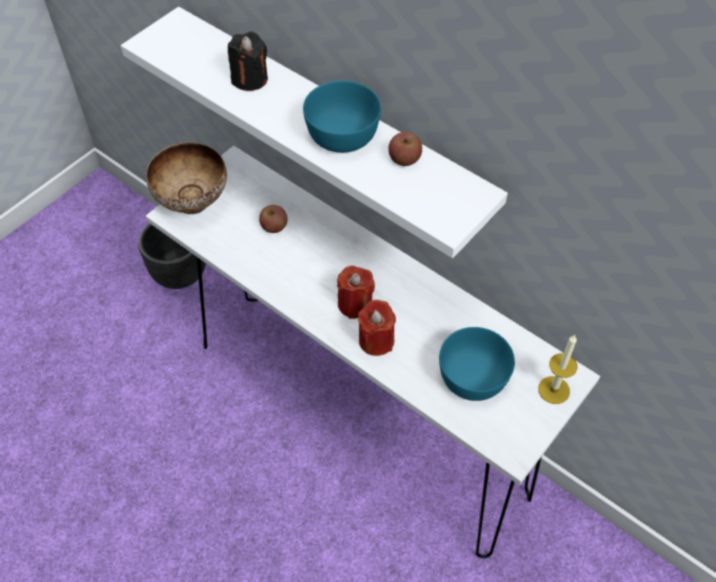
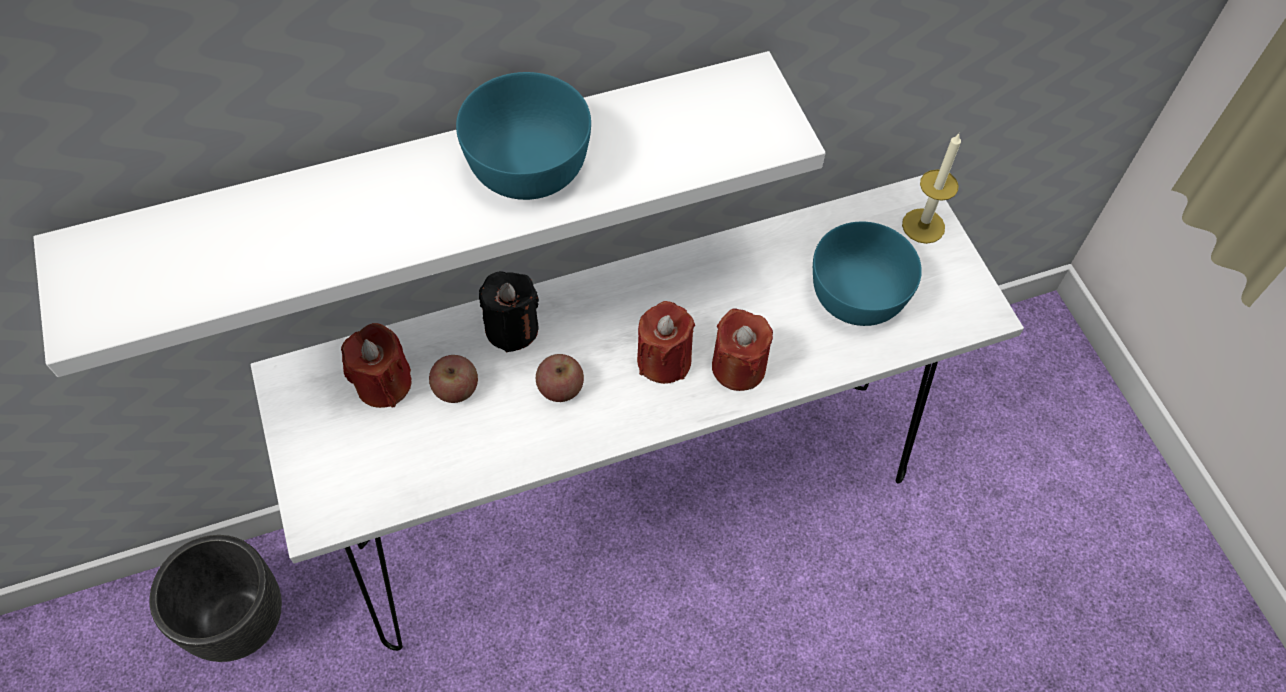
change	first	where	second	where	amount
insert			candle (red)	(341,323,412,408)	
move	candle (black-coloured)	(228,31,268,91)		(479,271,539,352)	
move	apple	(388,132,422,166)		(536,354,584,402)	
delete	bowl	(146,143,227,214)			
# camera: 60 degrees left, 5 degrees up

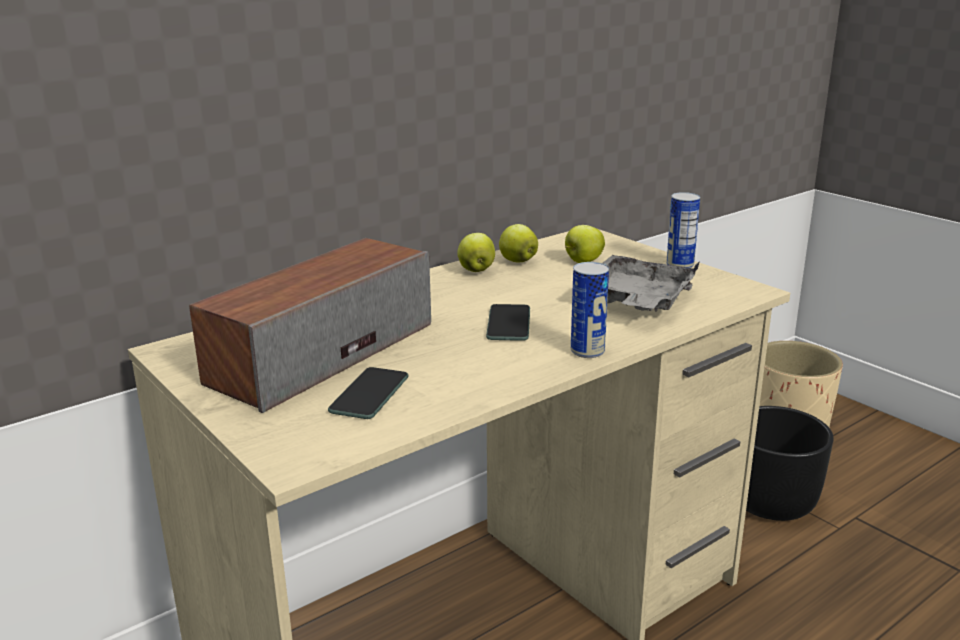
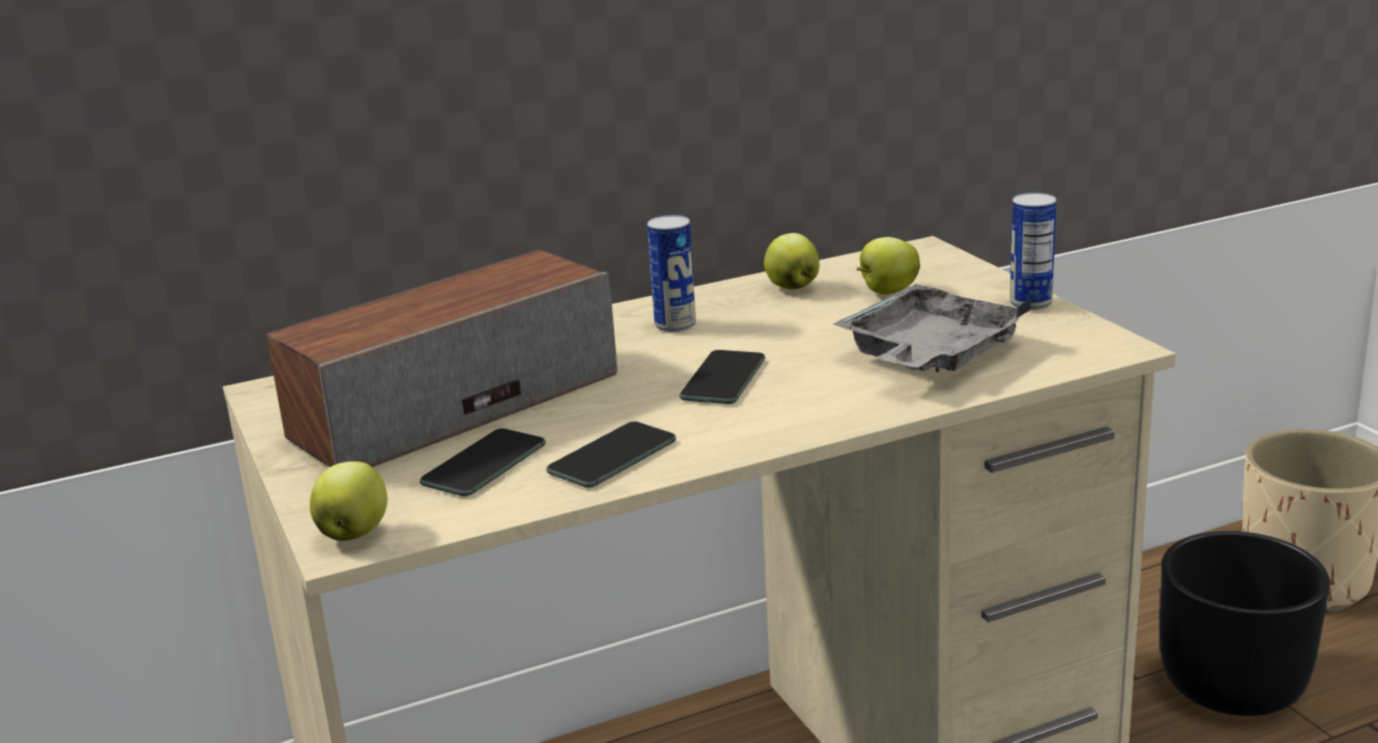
change	first	where	second	where	amount
move	apple	(457,233,495,272)		(310,461,388,541)	
insert			handset	(546,421,676,488)	
move	can	(571,262,609,358)		(647,215,696,332)	
# camera: 15 degrees right, 0 degrees up

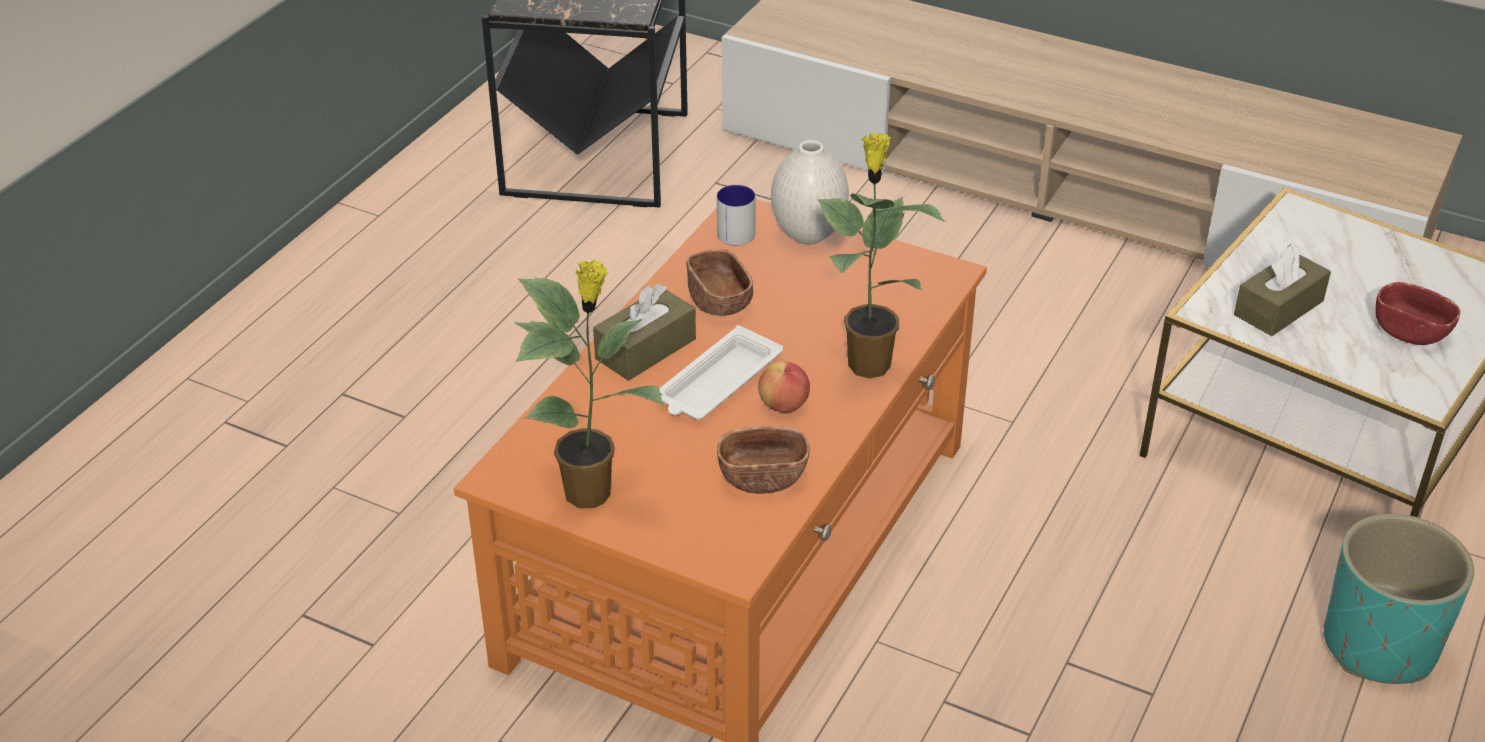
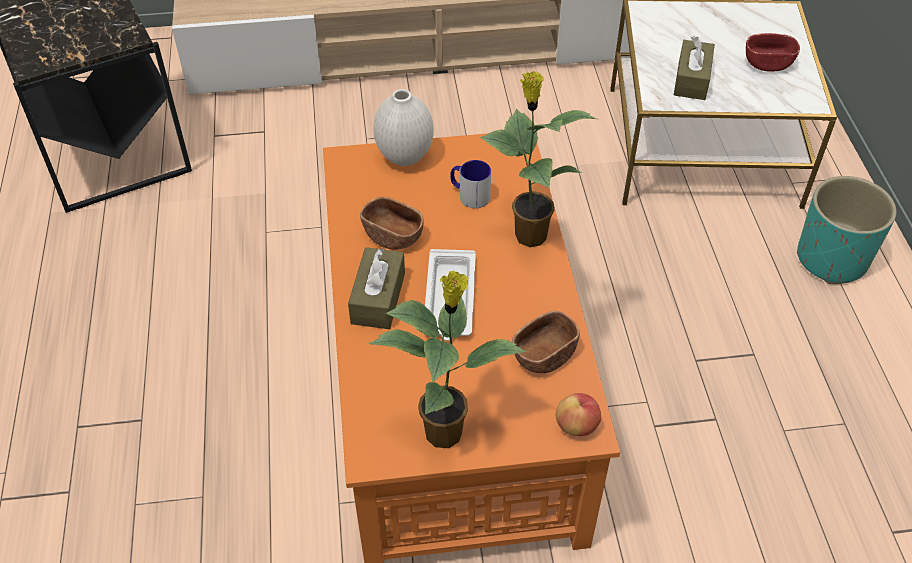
change	first	where	second	where	amount
move	mug	(717,185,756,246)		(450,160,491,208)	
move	apple	(758,362,810,413)		(556,393,601,436)	
# camera: 35 degrees left, 10 degrees up

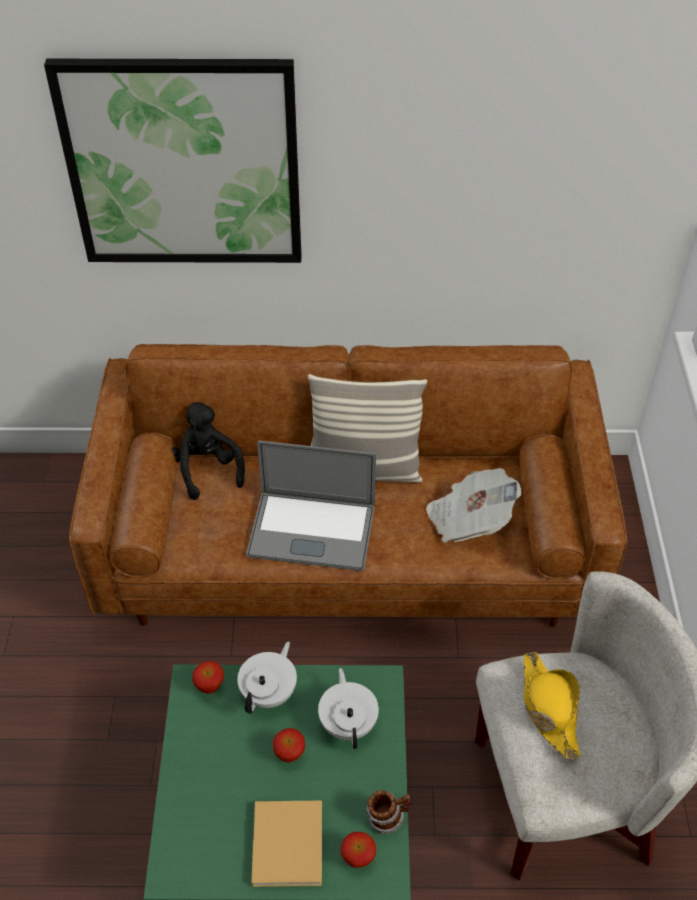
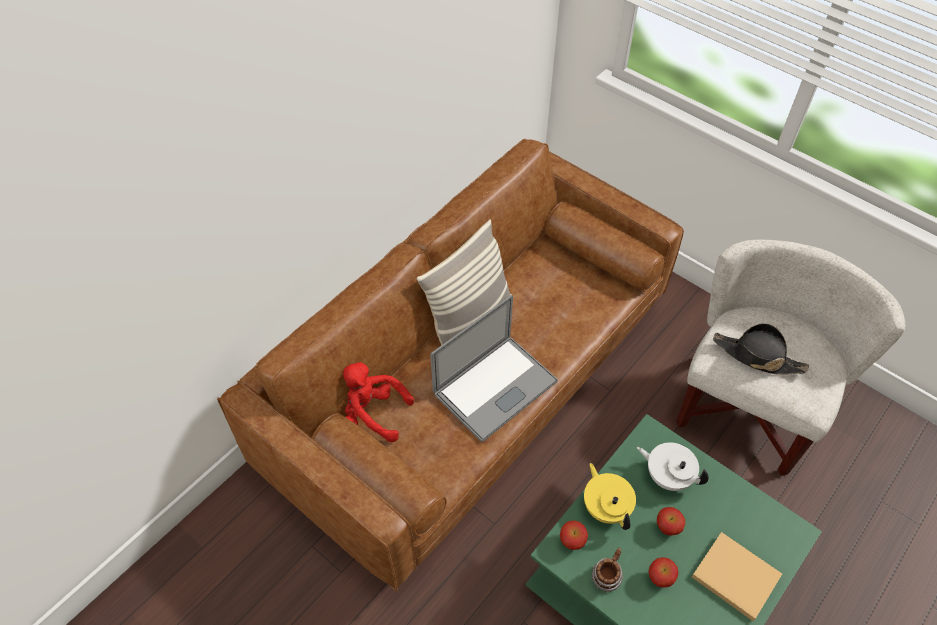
change	first	where	second	where	amount
recolor	soft toy (black-coloured)	(172,402,245,500)	soft toy (red)	(343,362,414,442)	
recolor	teapot (white-coloured)	(237,641,297,714)	teapot (yellow)	(584,463,636,530)	
move	mug	(366,790,412,834)		(592,547,623,592)	
move	apple	(341,832,376,868)		(648,557,679,588)	
recolor	wearable hat (yellow)	(524,652,581,759)	wearable hat (black-coloured)	(713,323,809,375)	
delete	picture	(44,59,302,263)			
delete	daily paper	(426,468,522,543)			
# camera: 50 degrees left, 5 degrees up

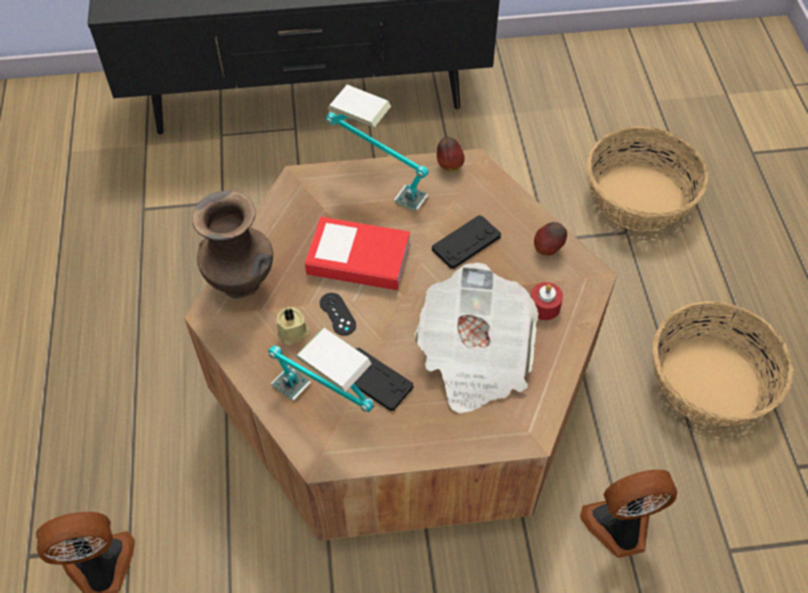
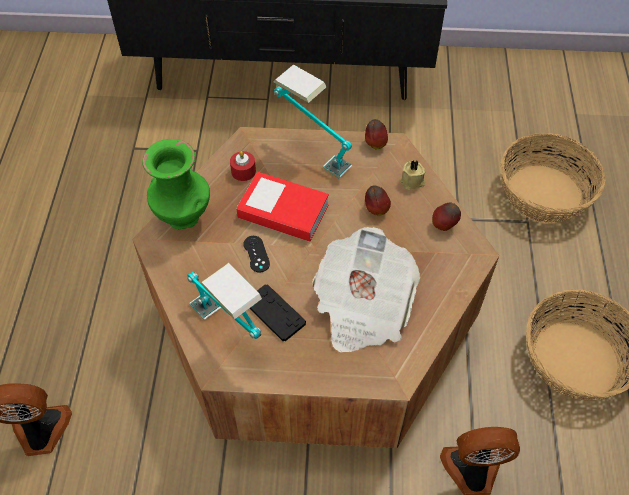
change	first	where	second	where	amount
recolor	vase (brownish)	(192,191,273,299)	vase (green)	(142,139,210,229)	
move	candle (red)	(530,282,563,320)		(230,151,256,181)	
replace	gamepad (black-coloured)	(432,215,501,269)	apple	(365,186,391,216)	
move	candle (beige-coloured)	(276,307,310,345)		(400,160,425,190)	
# camera: 10 degrees right, 0 degrees up

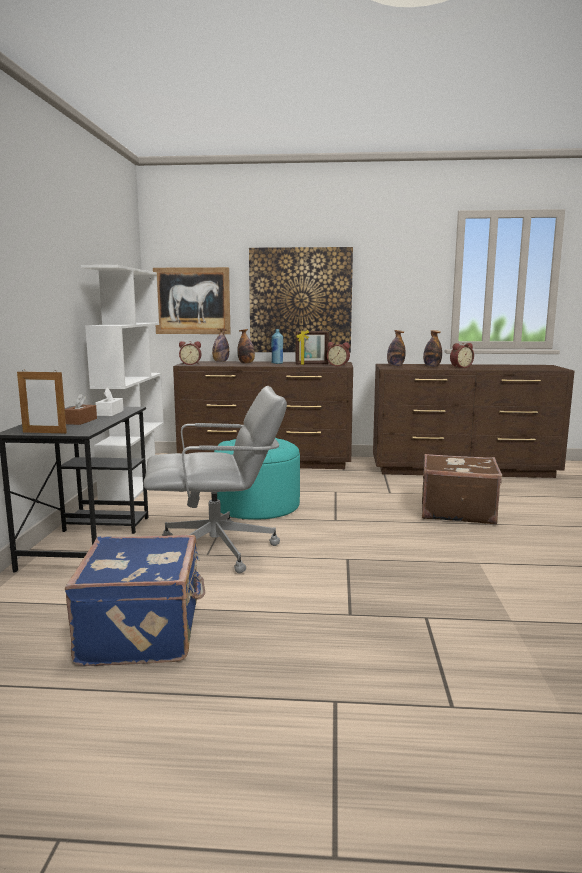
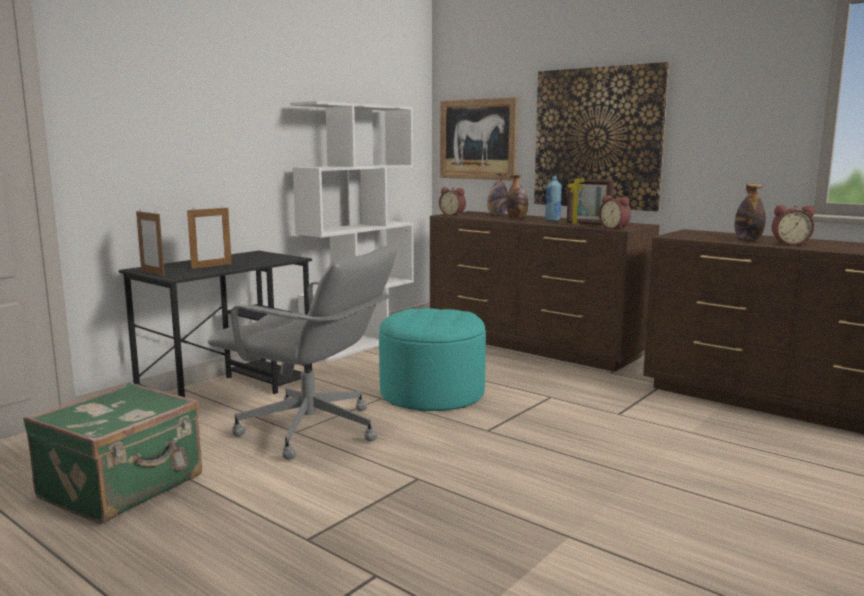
change	first	where	second	where	amount
recolor	travel case (bluish)	(65,535,205,666)	travel case (green)	(23,382,202,524)	
replace	box of tissues (brownish)	(65,394,97,425)	photo frame	(187,208,232,269)	
delete	box of tissues (white-coloured)	(95,387,124,416)			
delete	drink bottle	(387,330,405,366)			
delete	travel case (brownish)	(422,454,502,524)			
# camera: 35 degrees right, 0 degrees up

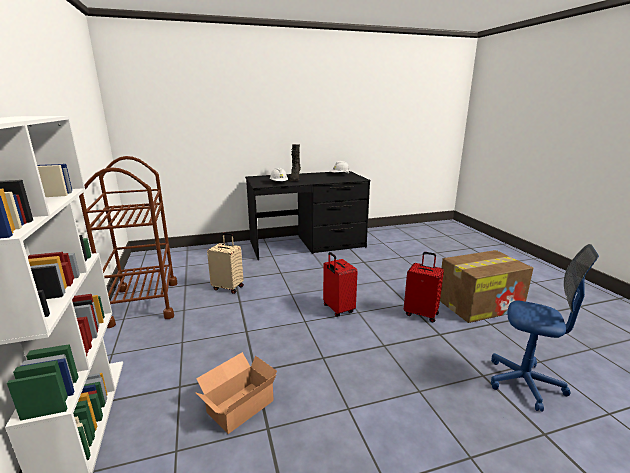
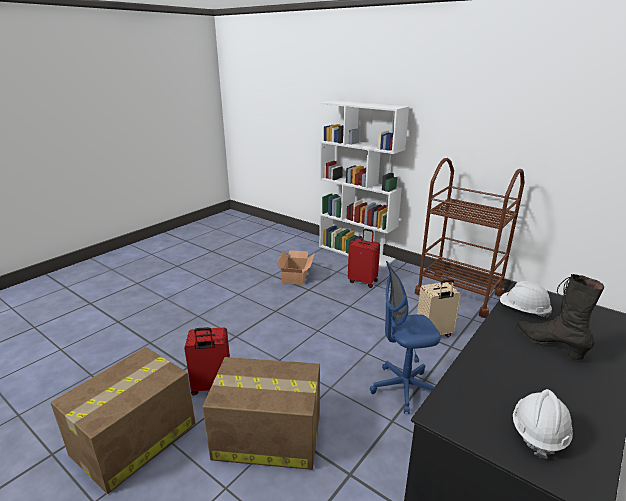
change	first	where	second	where	amount
insert			carton	(203,357,320,470)	
move	travel case (red)	(323,252,358,317)		(348,229,380,288)	
move	desk chair (bluish)	(491,244,599,412)		(370,261,441,414)	
# camera: 145 degrees right, 5 degrees up

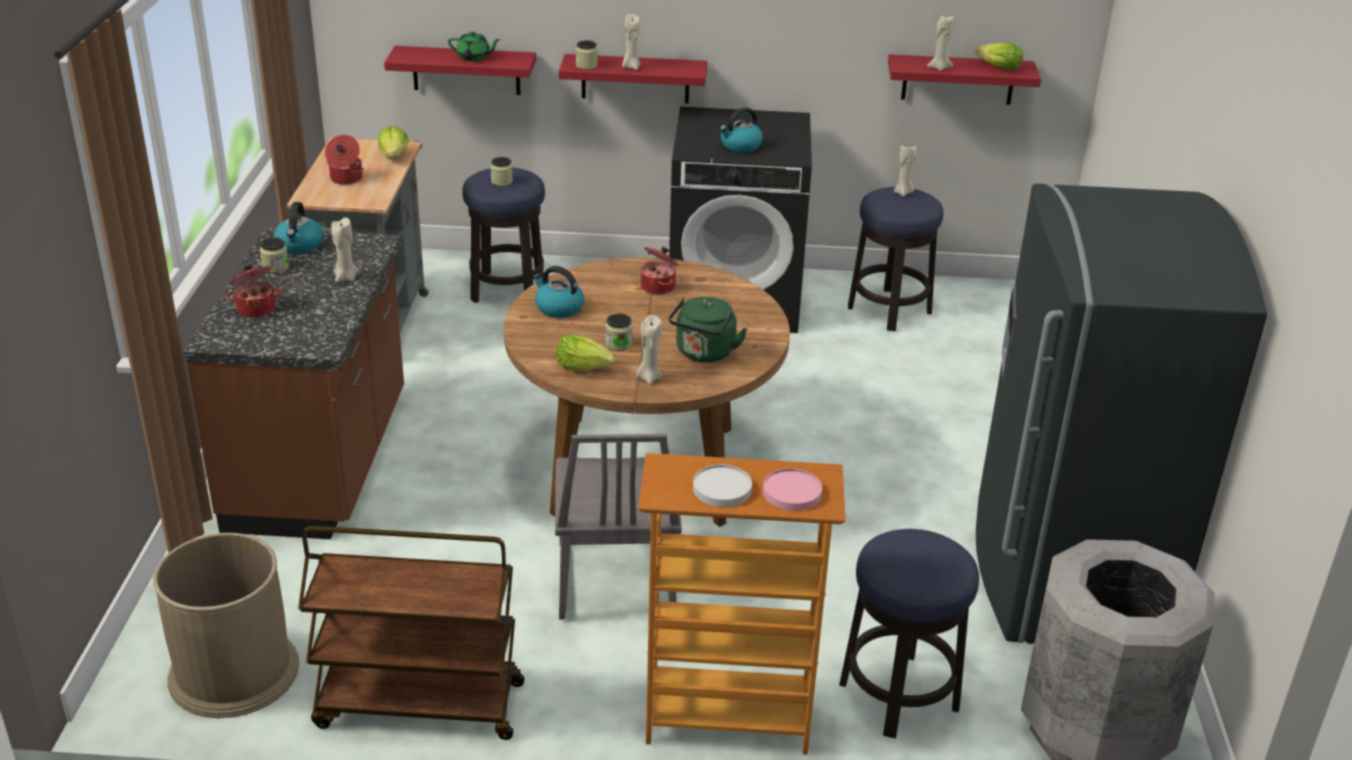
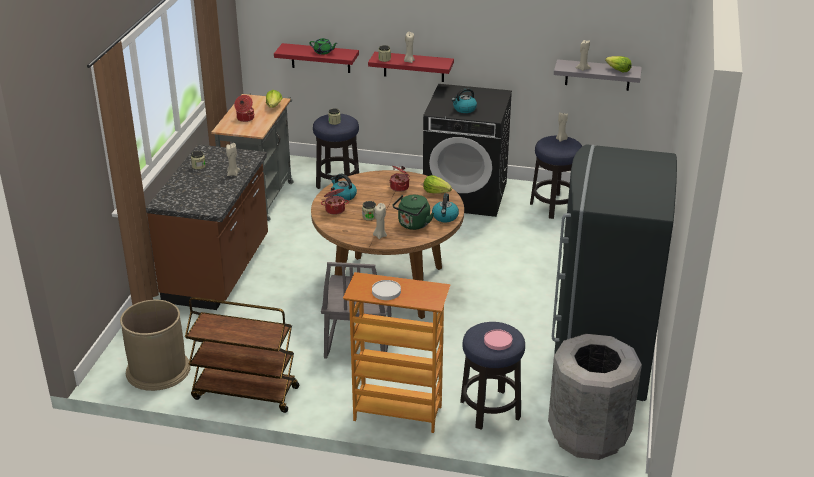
change	first	where	second	where	amount
move	saucepot	(226,265,282,317)		(321,187,349,215)	
move	lettuce	(556,334,616,370)		(423,175,452,194)	
move	water kettle	(274,202,323,254)		(432,193,459,222)	
move	plate (pink)	(763,468,822,511)		(484,329,512,350)	
recolor	shelf (red)	(888,54,1041,105)	shelf (grey)	(554,59,642,91)	
# camera: 10 degrees right, 0 degrees up

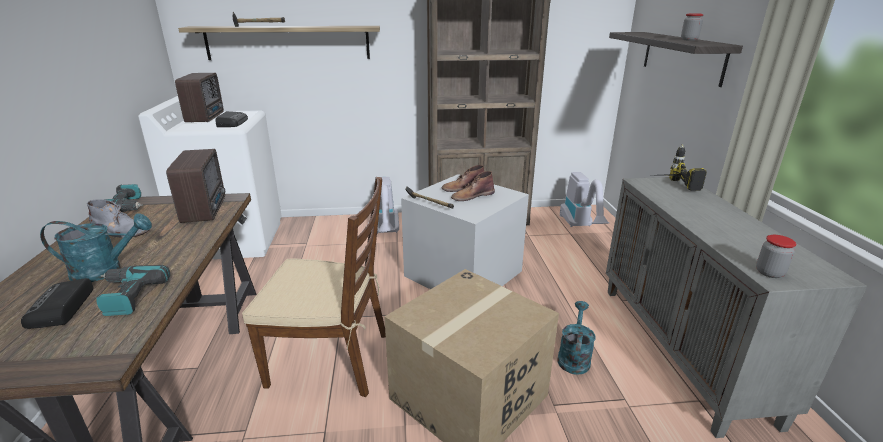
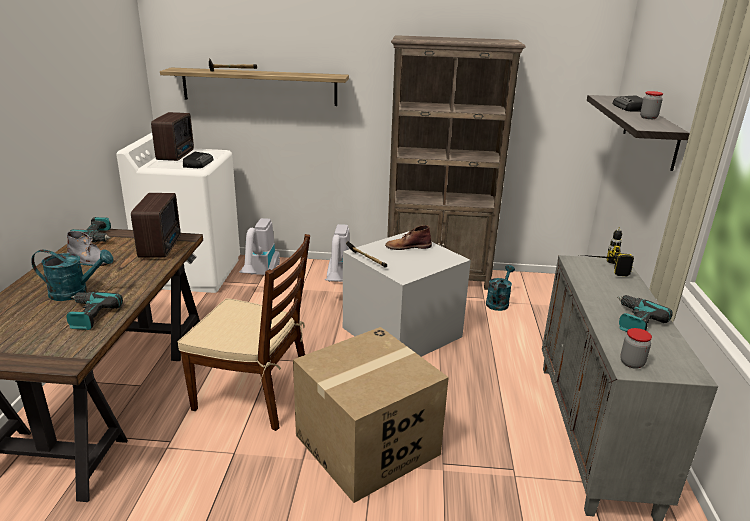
change	first	where	second	where	amount
move	hoover	(560,172,610,227)		(239,218,280,275)	
move	watering pot (turquoise-coloured)	(557,301,596,375)		(486,265,515,311)	
move	radio receiver	(21,278,94,329)		(613,96,643,112)	
insert			power drill	(617,295,673,332)	
delete	boot (brownish)	(451,171,495,201)			
# camera: 10 degrees right, 0 degrees up

